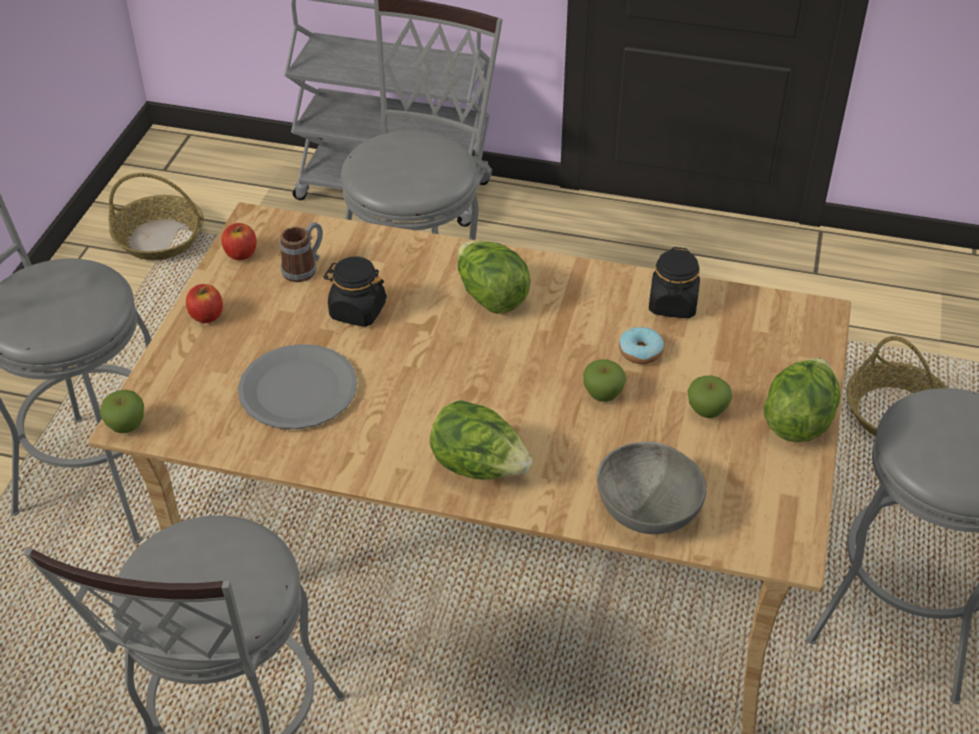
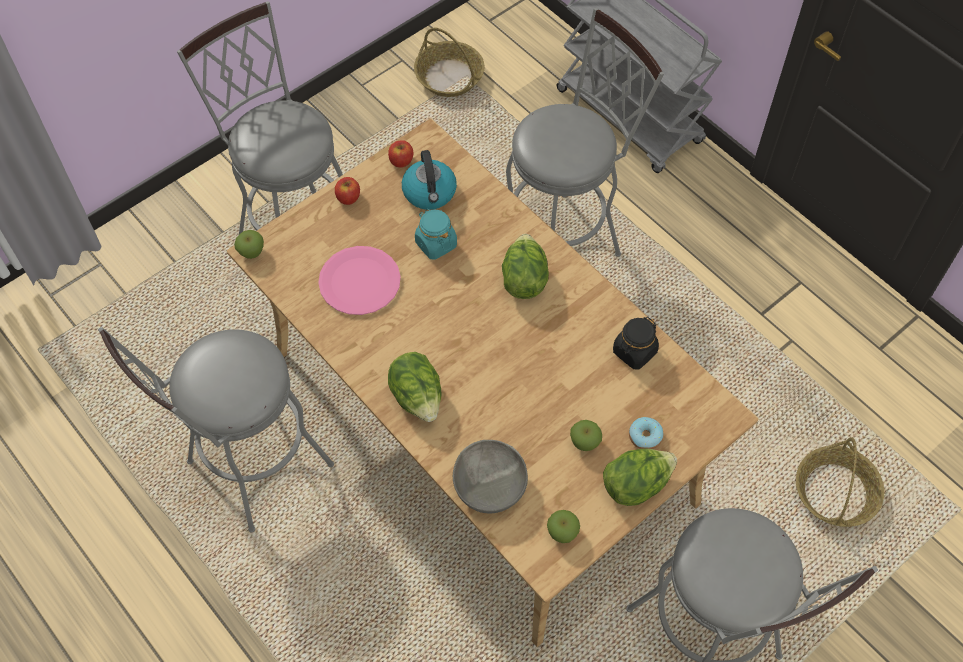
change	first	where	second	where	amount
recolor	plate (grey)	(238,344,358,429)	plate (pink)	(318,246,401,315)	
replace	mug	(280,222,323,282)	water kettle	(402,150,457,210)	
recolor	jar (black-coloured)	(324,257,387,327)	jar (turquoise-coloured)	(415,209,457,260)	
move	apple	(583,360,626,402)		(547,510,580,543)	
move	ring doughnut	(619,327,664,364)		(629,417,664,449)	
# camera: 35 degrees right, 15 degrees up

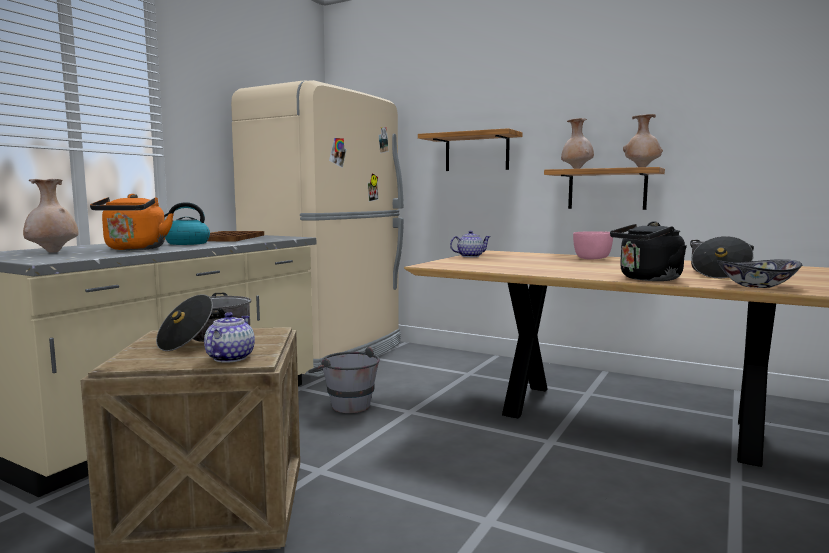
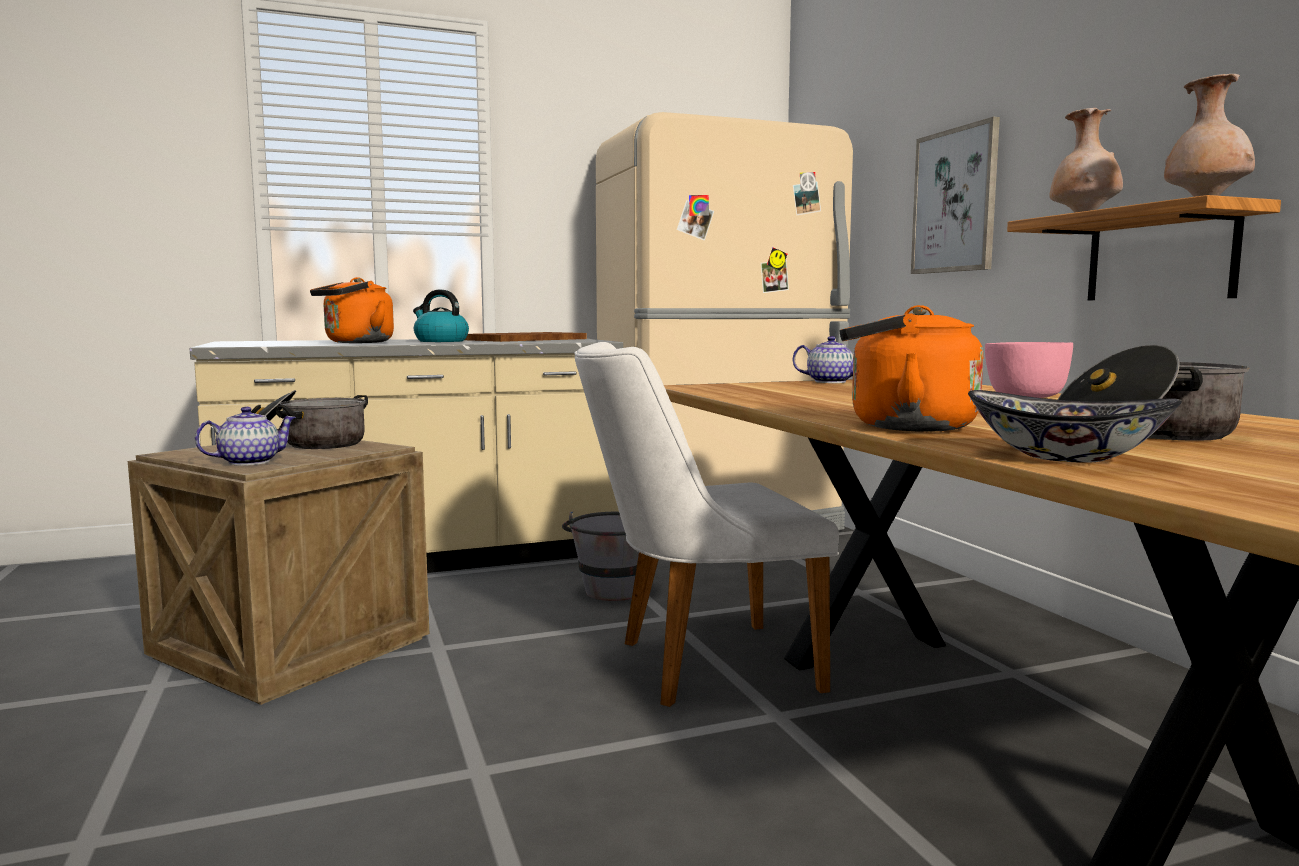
change	first	where	second	where	amount
insert			upright chair (white-coloured)	(574,342,839,707)	
recolor	water kettle (black-coloured)	(610,221,687,281)	water kettle (orangey)	(839,305,983,432)	
replace	shelf	(418,128,523,171)	picture	(911,116,1000,274)	
delete	vase (beige-coloured)	(23,179,78,253)			
# camera: 40 degrees right, 0 degrees up

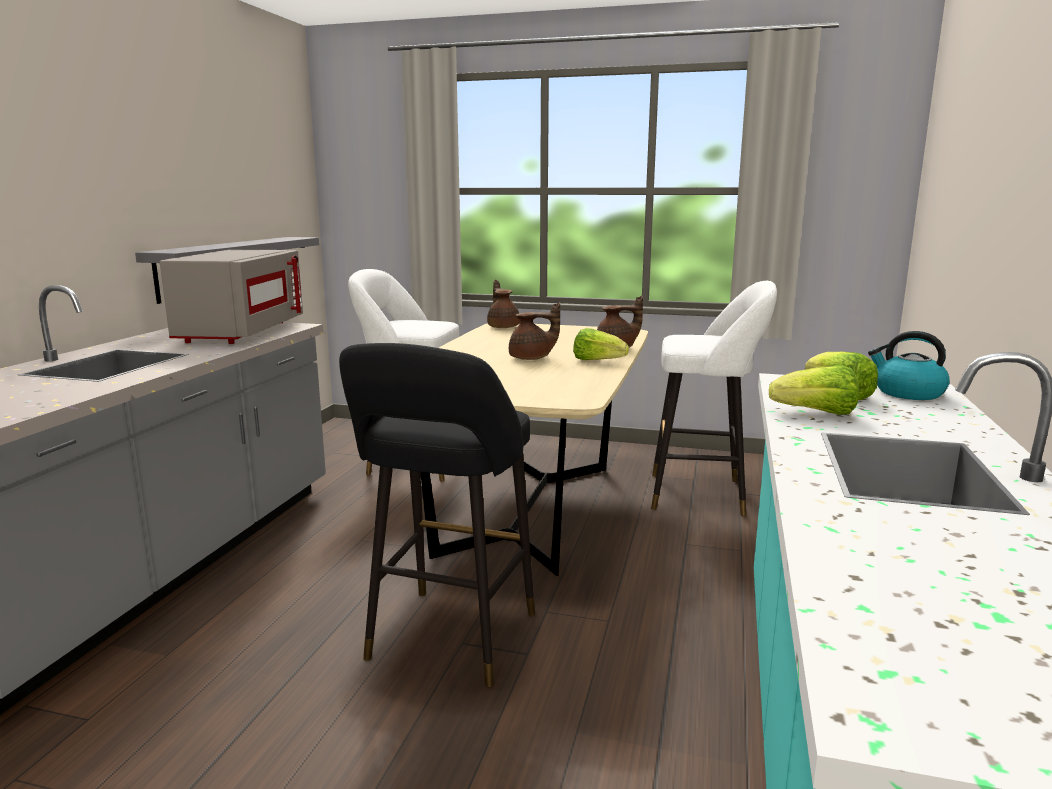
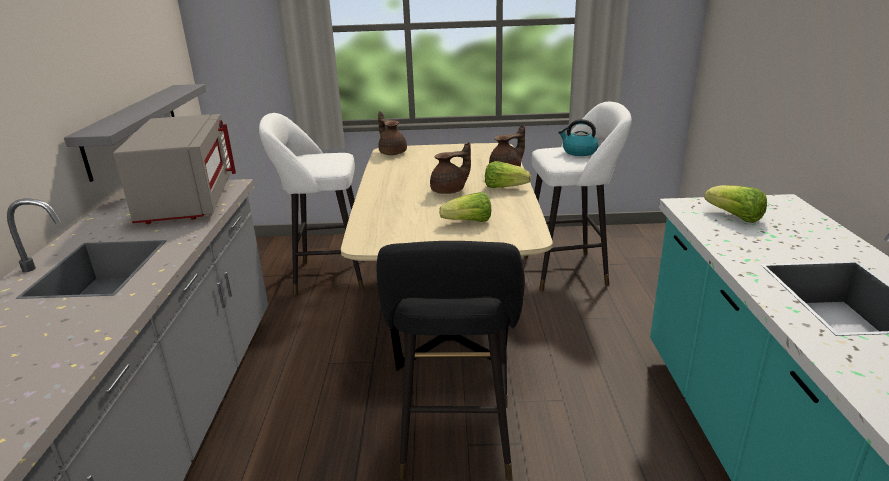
change	first	where	second	where	amount
move	lettuce	(769,365,859,415)		(439,192,491,222)	
move	water kettle	(868,331,950,400)		(558,119,598,156)	
# camera: 15 degrees left, 10 degrees up

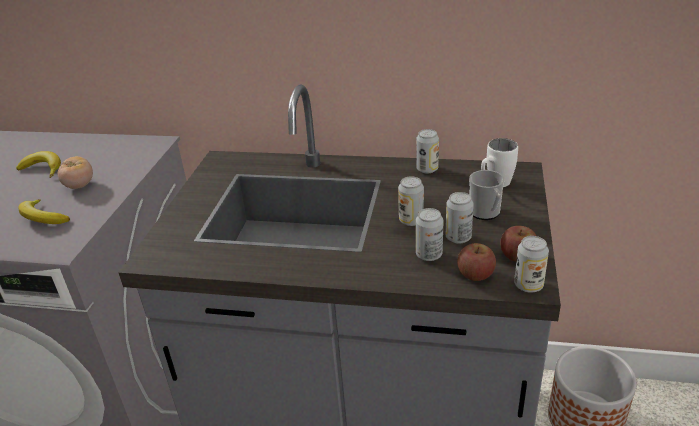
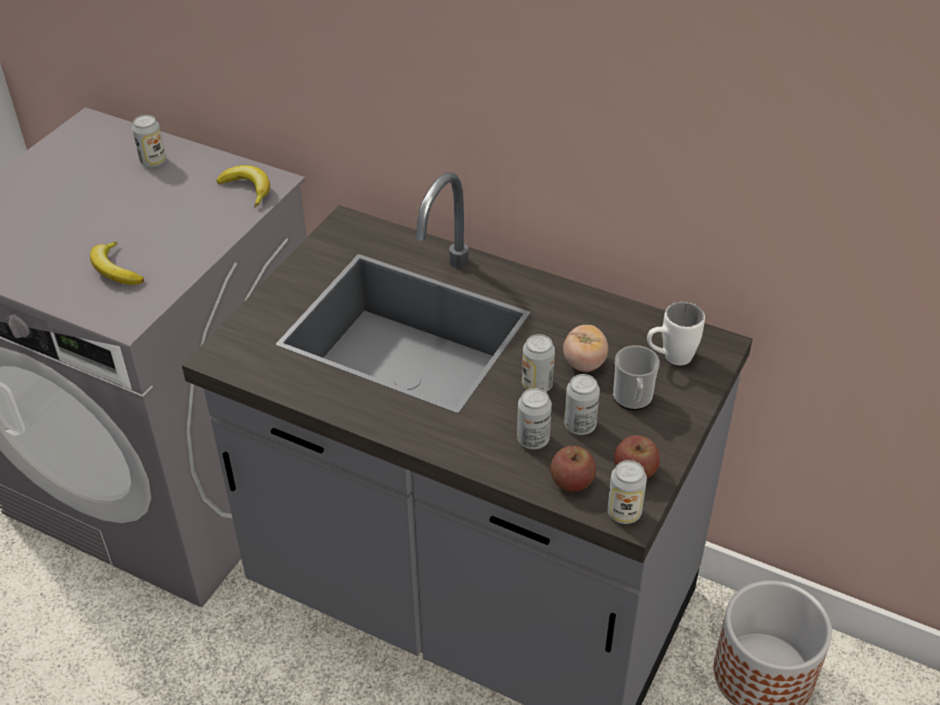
change	first	where	second	where	amount
move	can	(416,129,439,173)		(132,115,166,167)	
move	banana fruit	(16,151,61,178)		(216,165,270,208)	
move	tomato	(57,156,93,189)		(563,325,608,372)	
# camera: 15 degrees right, 10 degrees up

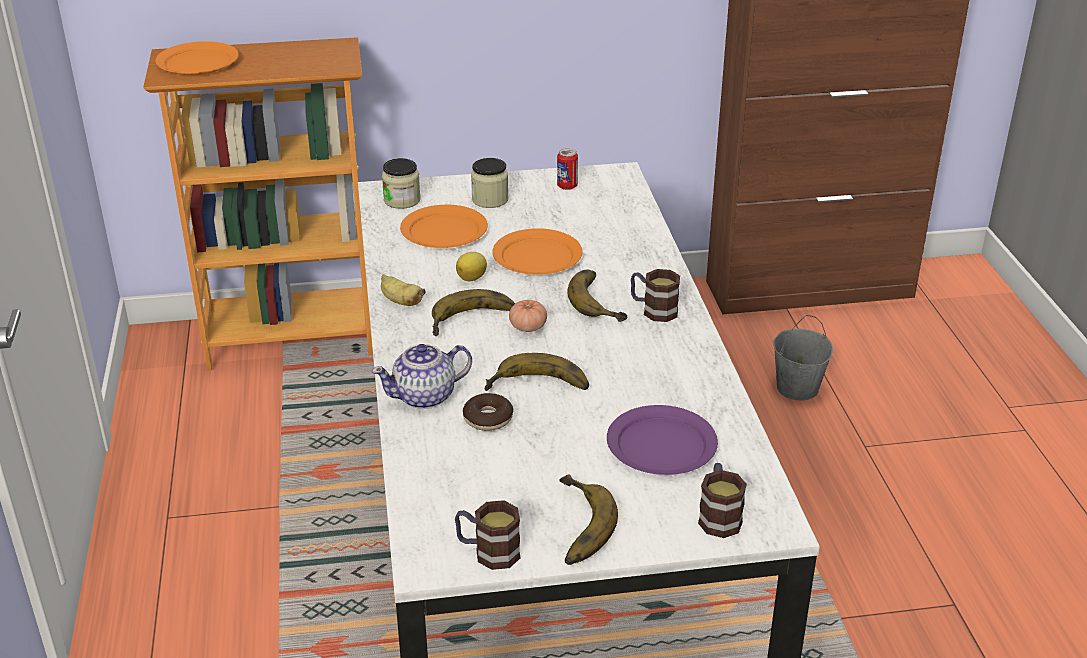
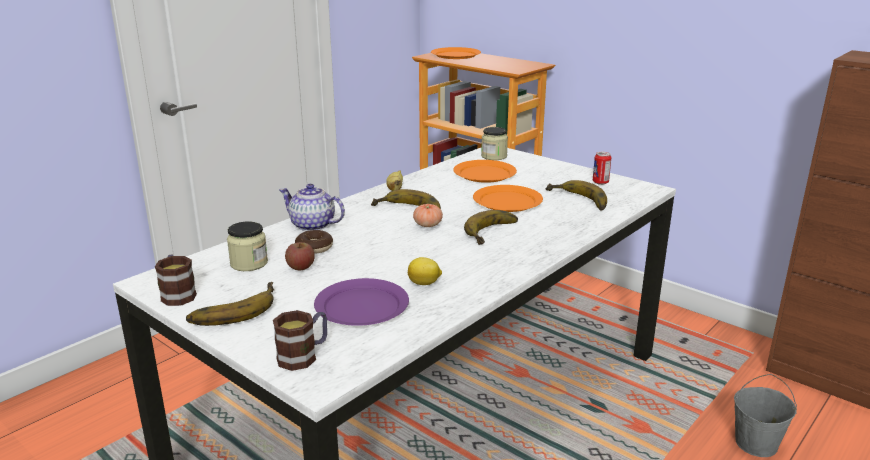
change	first	where	second	where	amount
move	jar	(471,158,508,208)		(227,221,268,271)	
insert			apple	(285,242,315,270)	
move	citrus fruit	(456,252,487,281)		(408,257,442,285)	
move	banana fruit	(485,353,589,391)		(545,180,607,210)	
delete	mug	(631,269,680,322)			
# camera: 50 degrees right, 10 degrees down

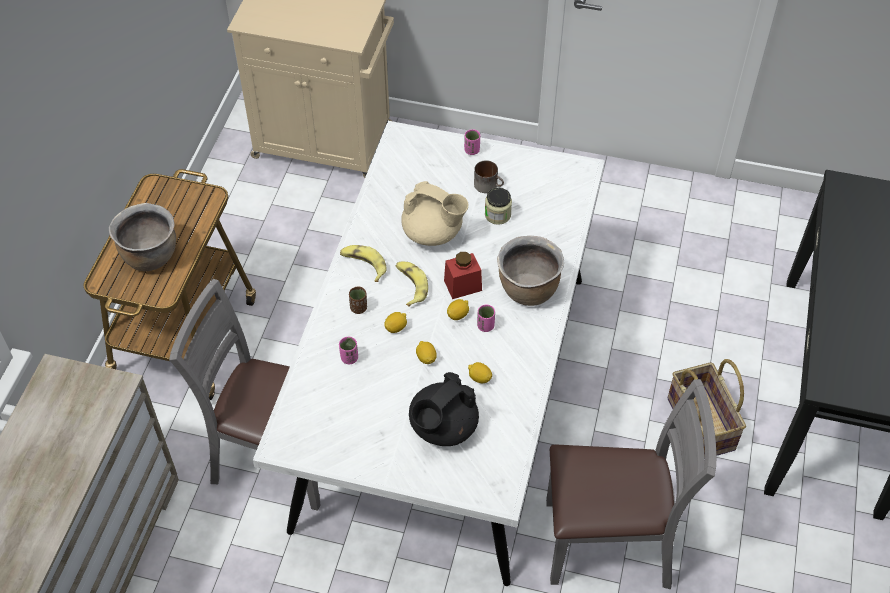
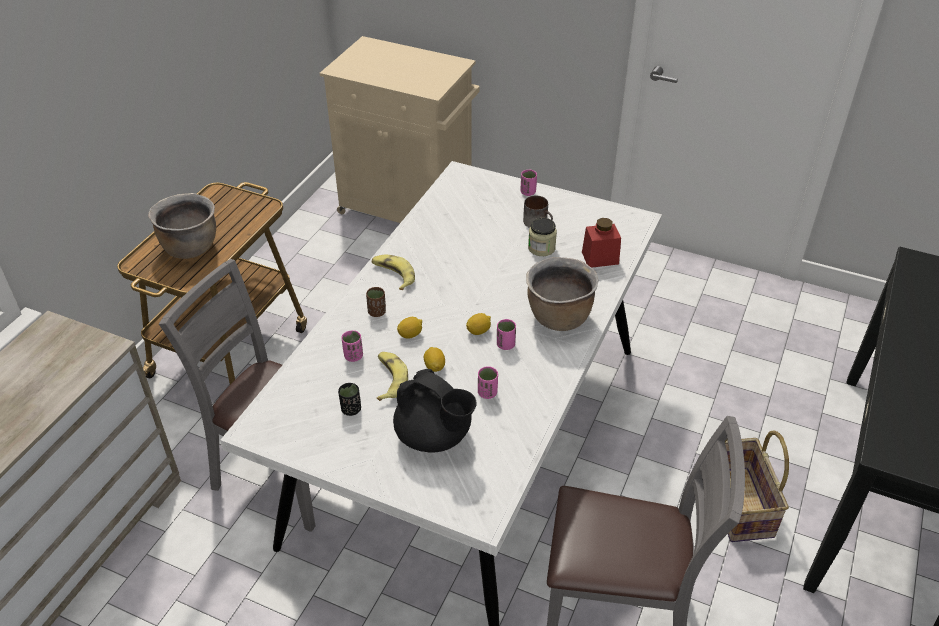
change	first	where	second	where	amount
insert			small cup (black-coloured)	(338,383,361,416)	
move	banana fruit	(396,261,428,307)		(377,352,408,401)	
rotate	teapot (black-coloured)	(409,372,479,446)		(393,369,477,453)	105 degrees counterclockwise
replace	citrus fruit	(468,362,492,383)	small cup (pink)	(478,366,498,399)	
move	jar (red)	(444,252,482,299)		(582,218,621,268)	
delete	teapot (beige-coloured)	(401,181,469,246)			
# camera: 10 degrees right, 10 degrees down

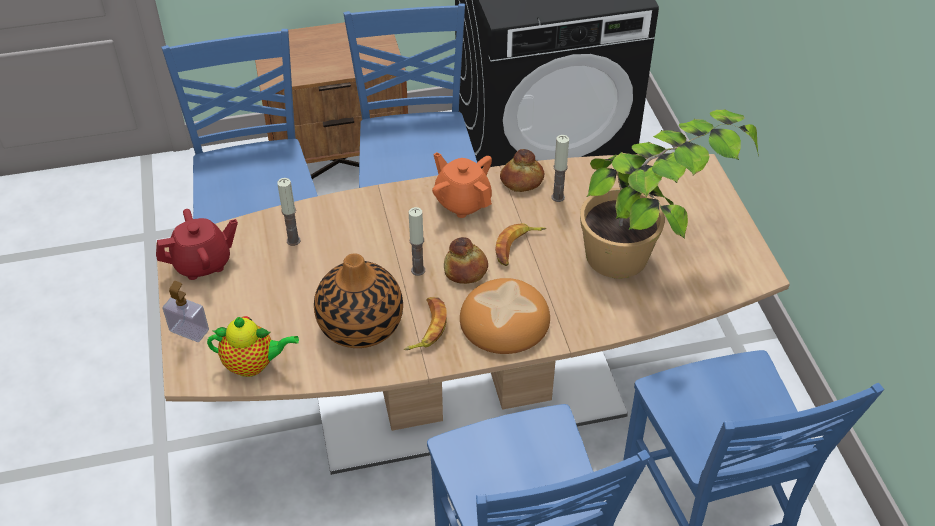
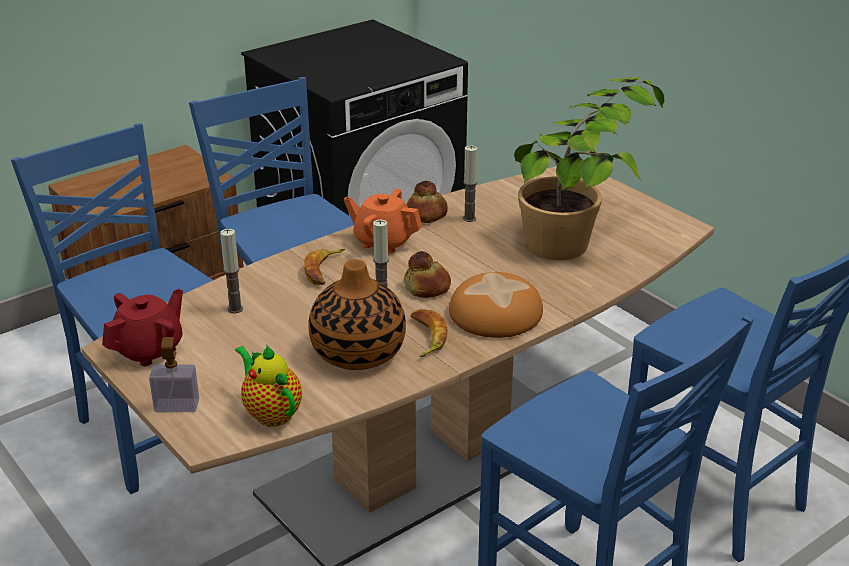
change	first	where	second	where	amount
rotate	teapot	(207,316,299,377)		(235,345,302,427)	105 degrees counterclockwise
move	banana fruit	(495,223,546,266)		(304,249,345,285)	
# camera: 25 degrees left, 15 degrees down

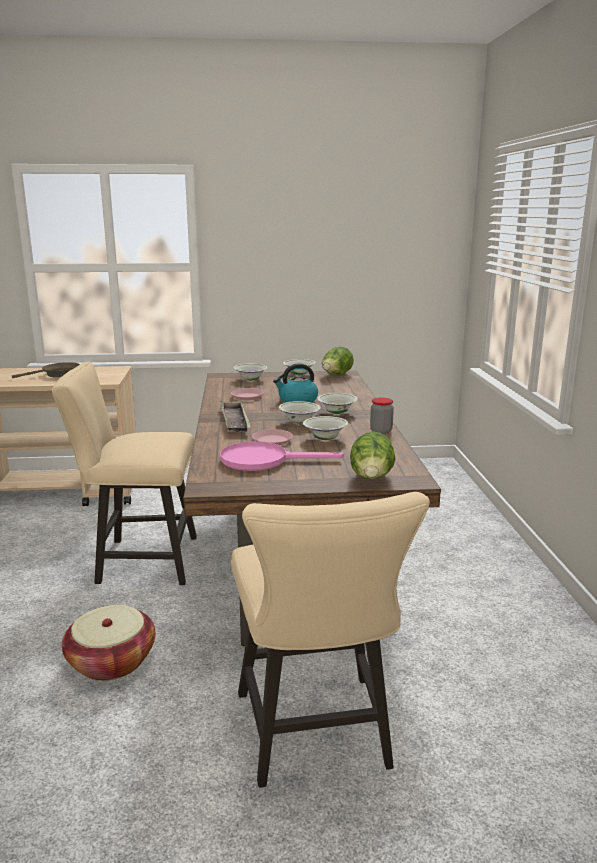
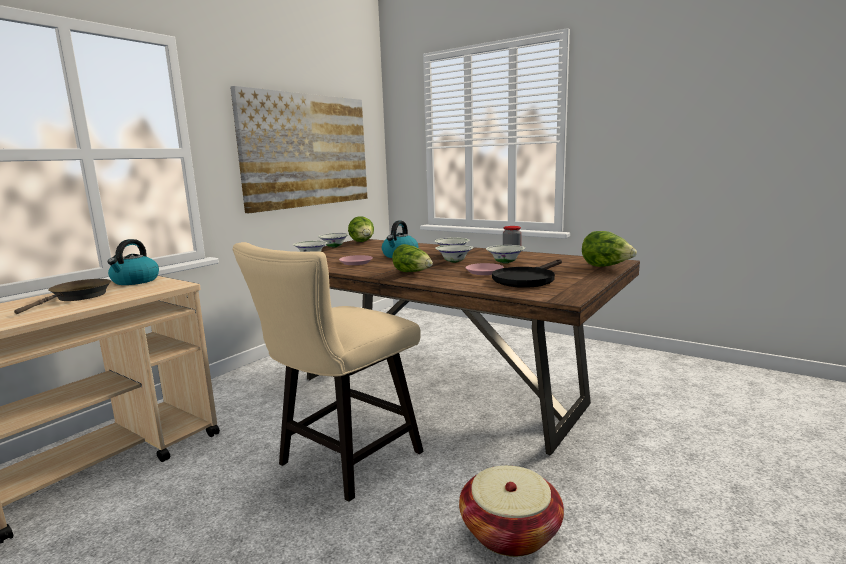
change	first	where	second	where	amount
insert			water kettle	(107,239,159,285)	
insert			picture	(230,86,368,213)	
replace	serving tray	(221,402,251,432)	lettuce	(392,244,433,272)	
recolor	frying pan (pink)	(220,441,344,471)	frying pan (black-coloured)	(492,259,562,288)	
delete	upright chair (beige-coloured)	(231,492,430,788)			
# camera: 50 degrees left, 5 degrees down

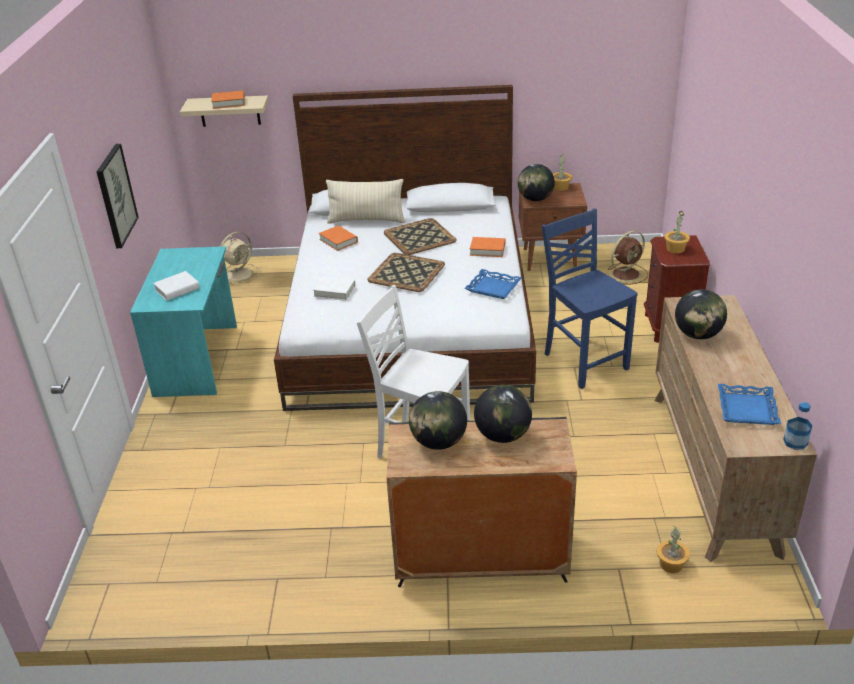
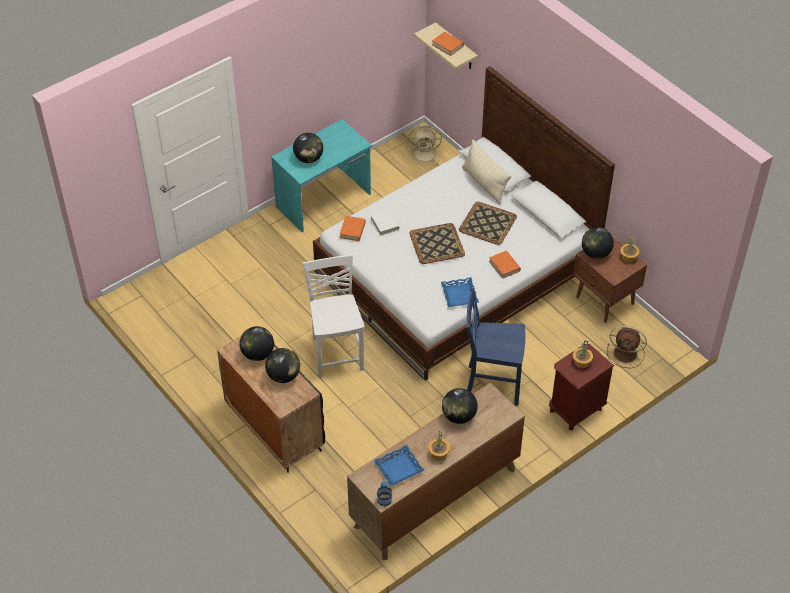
change	first	where	second	where	amount
replace	bound book (white-coloured)	(153,271,200,301)	world globe	(293,133,323,163)	
move	bound book (orangey)	(319,226,358,251)		(340,216,366,241)	
move	potted plant	(657,525,690,573)		(428,431,450,461)	
rotate	upright chair (bluish)	(542,208,638,389)		(466,288,525,405)	105 degrees counterclockwise
delete	picture	(96,144,139,248)			
# camera: 50 degrees right, 15 degrees up

